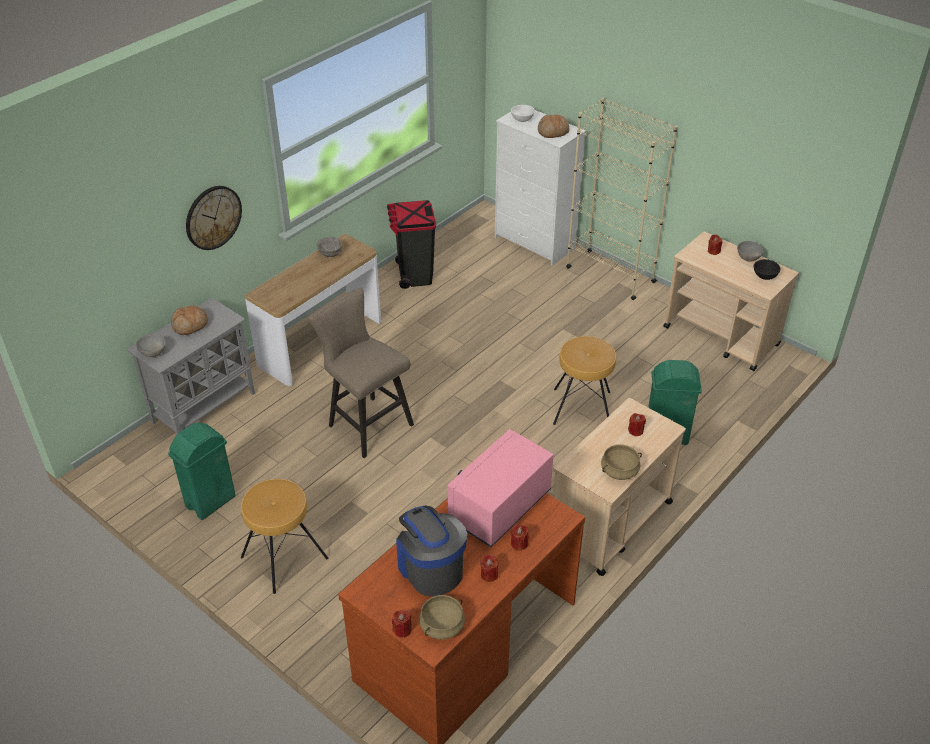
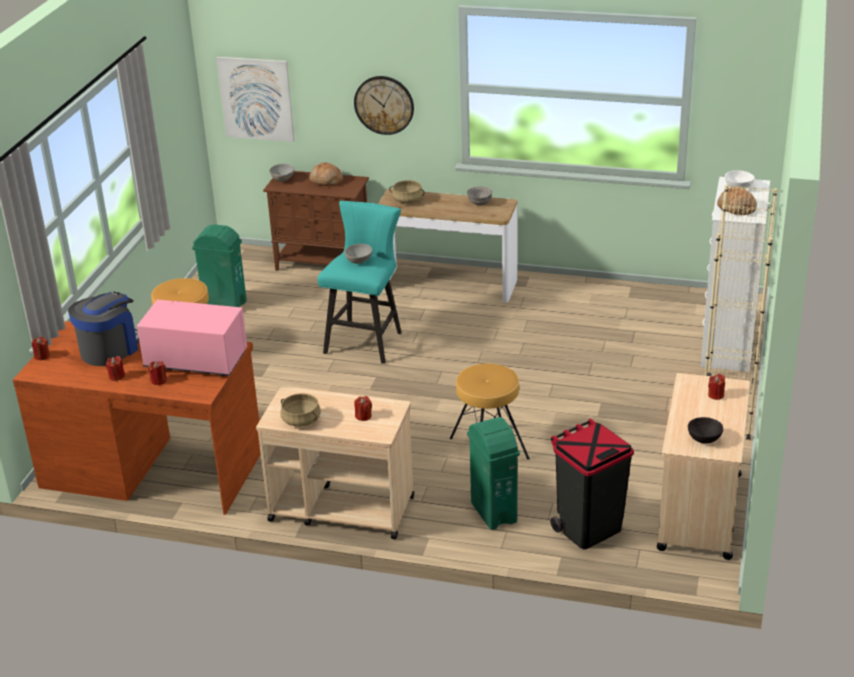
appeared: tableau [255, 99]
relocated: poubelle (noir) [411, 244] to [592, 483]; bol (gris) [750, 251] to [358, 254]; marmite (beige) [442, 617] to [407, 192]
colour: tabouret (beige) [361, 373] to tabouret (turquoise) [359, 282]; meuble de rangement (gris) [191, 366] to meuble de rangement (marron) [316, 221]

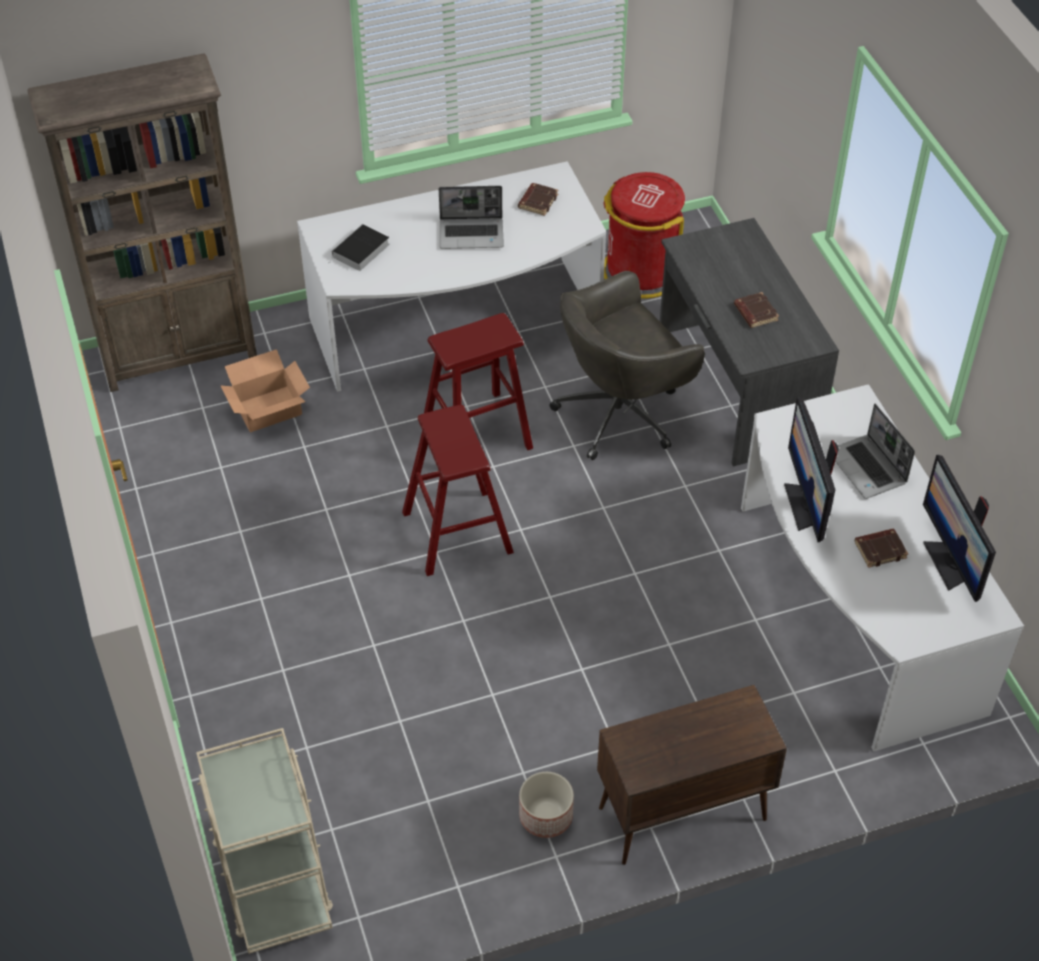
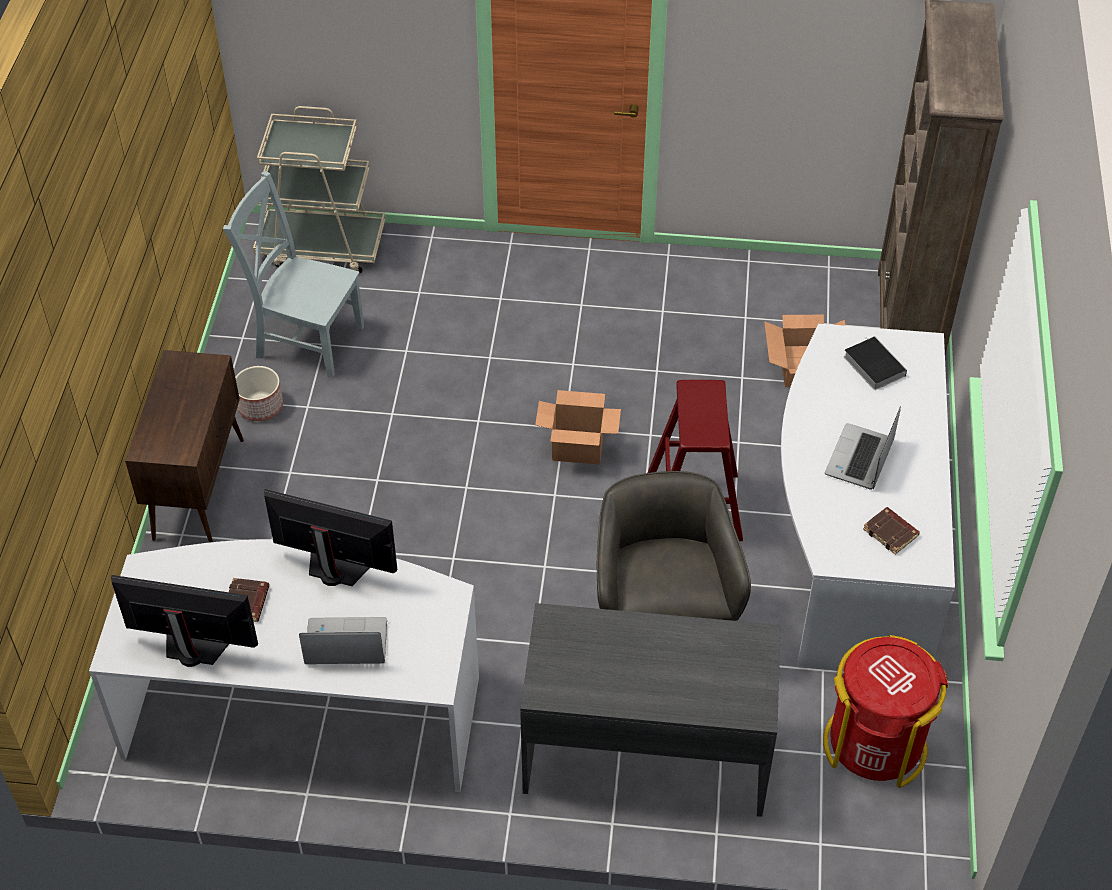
missing: livre (marron) [756, 310]
appeared: chaise (gris) [293, 274]
exchanged: tabouret (rouge) [458, 490] to carton [578, 427]

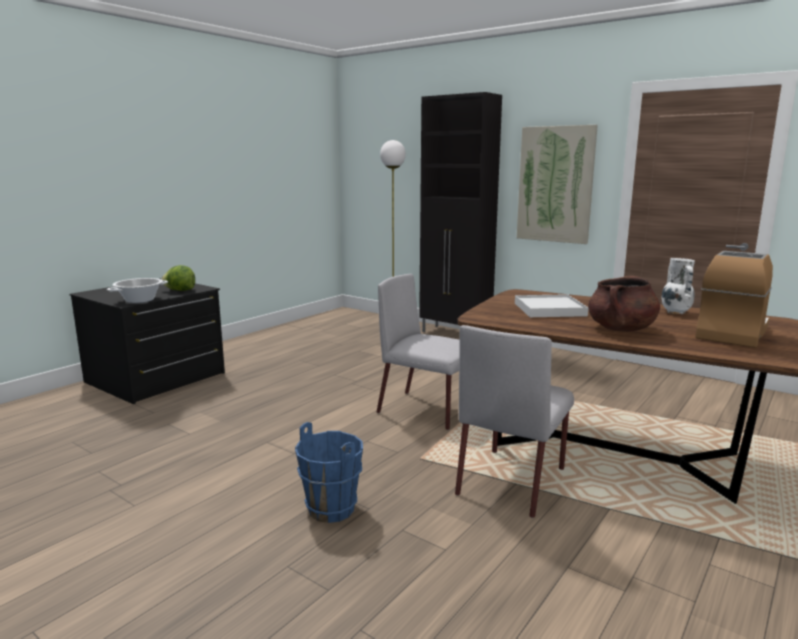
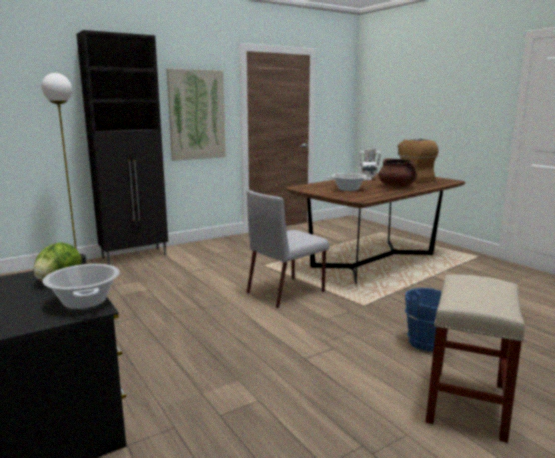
missing: chaise (gris) [514, 421]
appeared: tabouret (beige) [475, 359]
exchanged: plateau (blanc) [551, 305] to marmite [349, 182]

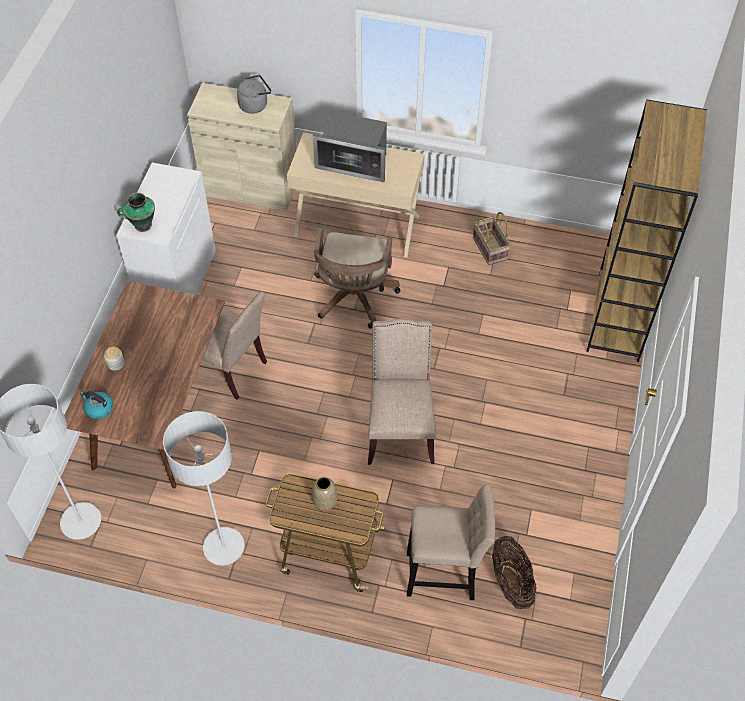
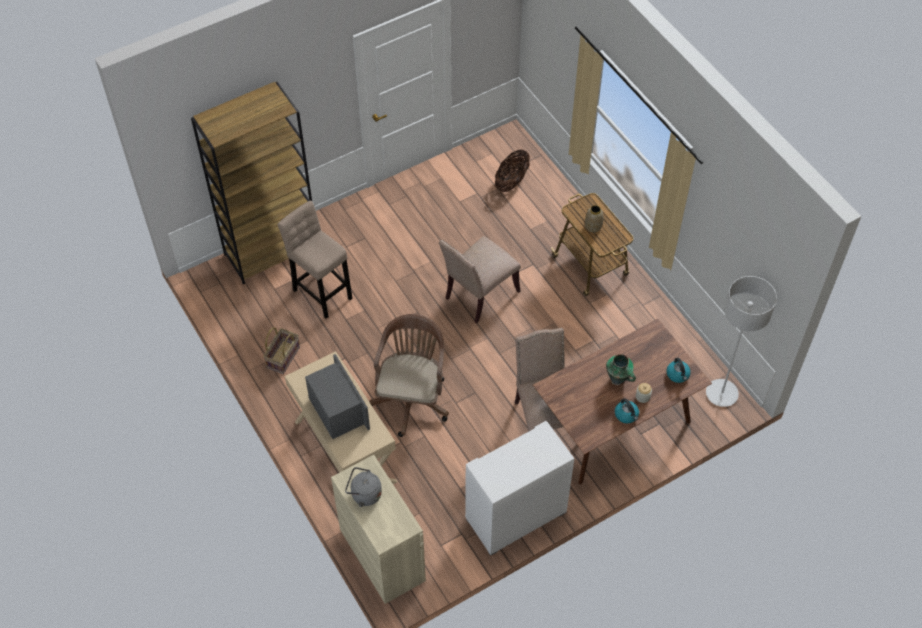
missing: lampadaire (gris) [203, 488]
appeared: bouilloire [627, 411]
relocated: vase [136, 212] to [621, 369]; tabouret (beige) [451, 542] to [315, 260]
spun: chaise de bureau (marron) [357, 278] = [409, 375] 45 degrees counterclockwise

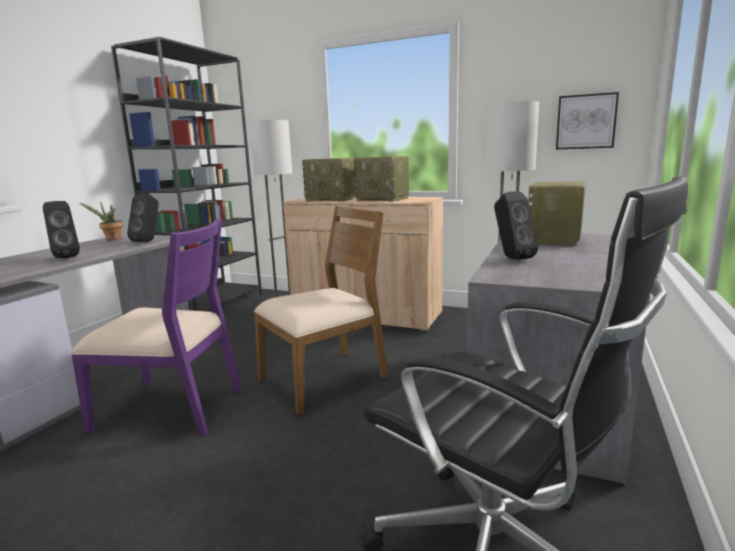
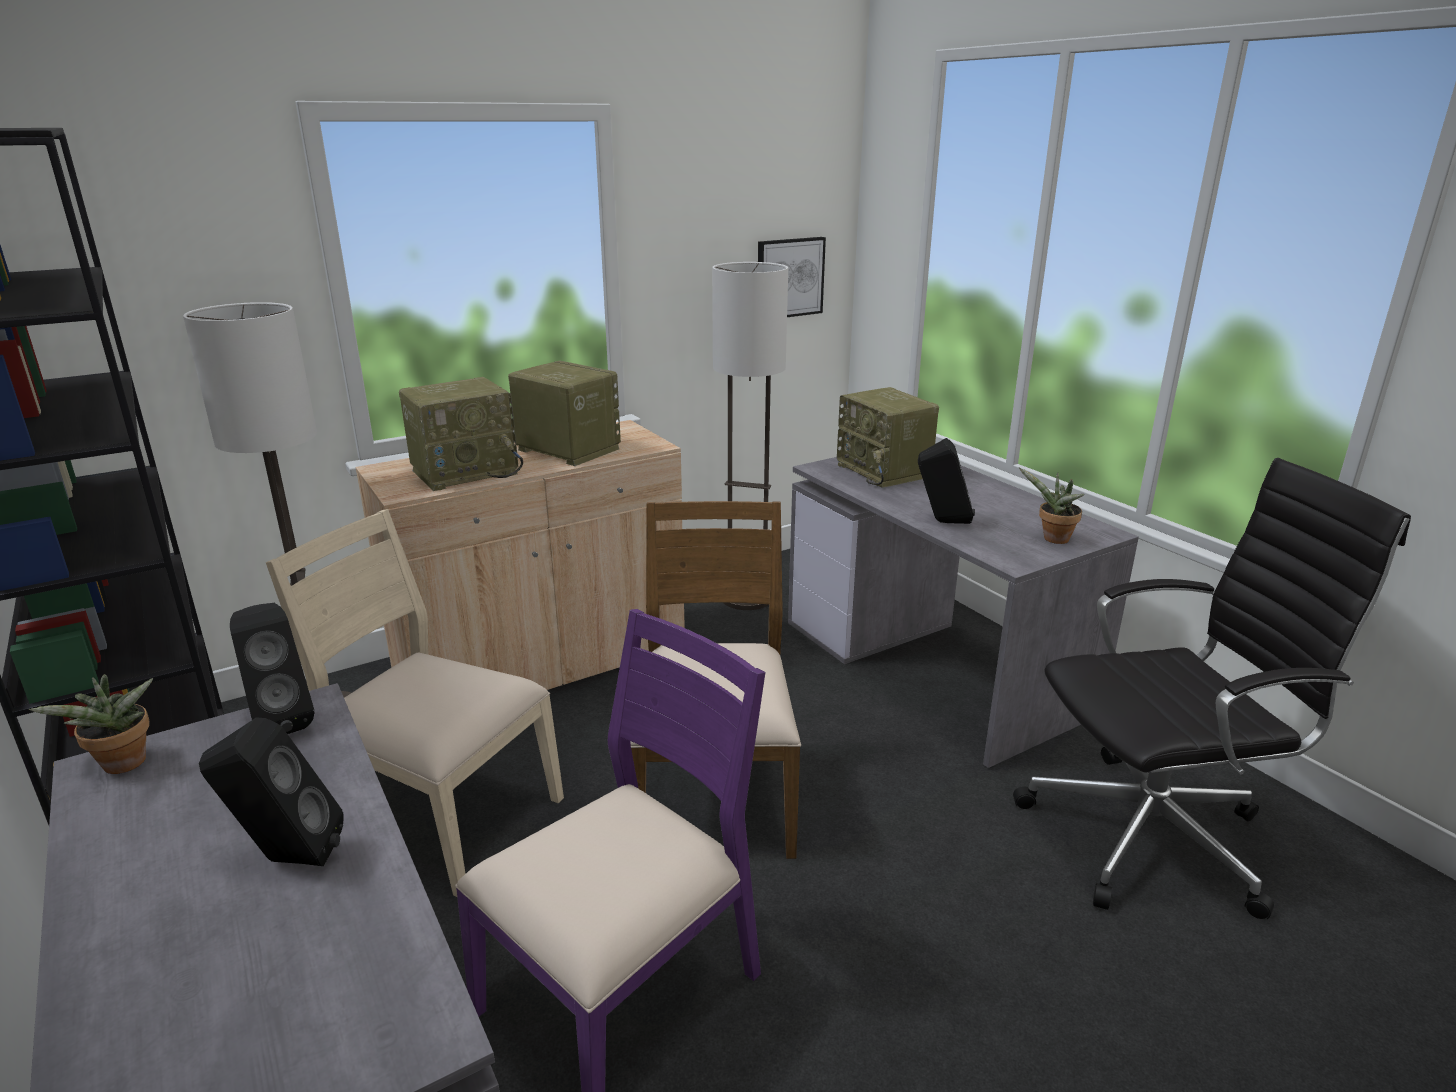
appeared: plante en pot [1051, 506]; chaise (beige) [415, 703]
spun: radio [381, 179] = [564, 413] 120 degrees counterclockwise

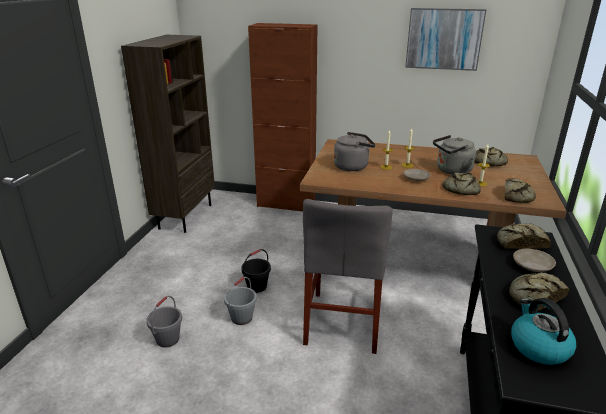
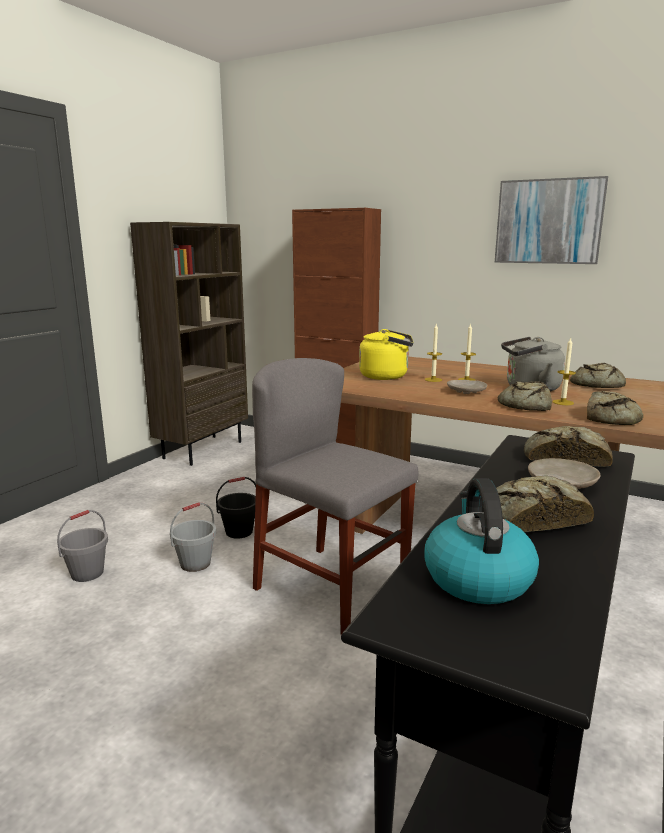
colour: bouilloire (gris) [355, 151] to bouilloire (jaune) [386, 354]
spun: chaise (gris) [348, 276] = [335, 496] 105 degrees clockwise

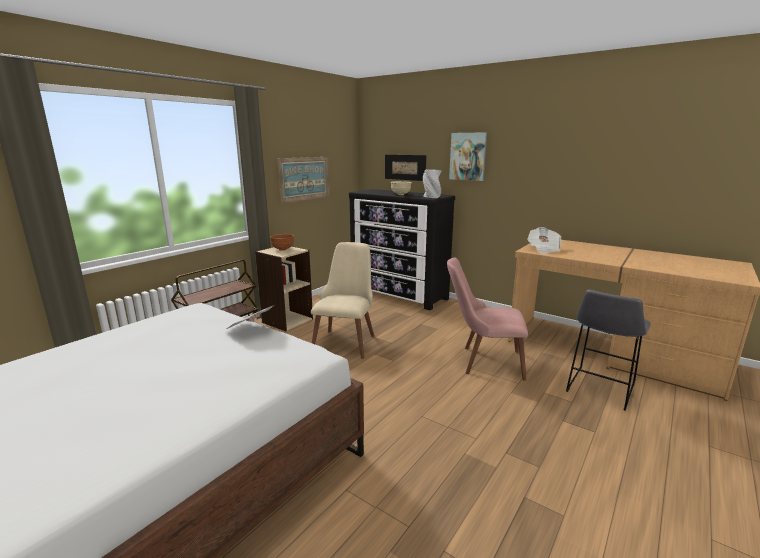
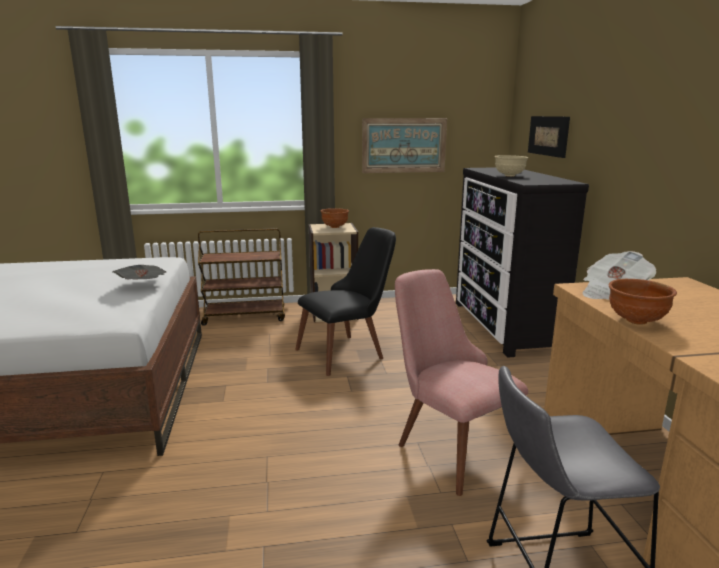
missing: tableau [468, 156]; vase (gris) [432, 184]
appeared: bol (marron) [643, 302]
colour: chaise (beige) [342, 300] to chaise (noir) [345, 301]

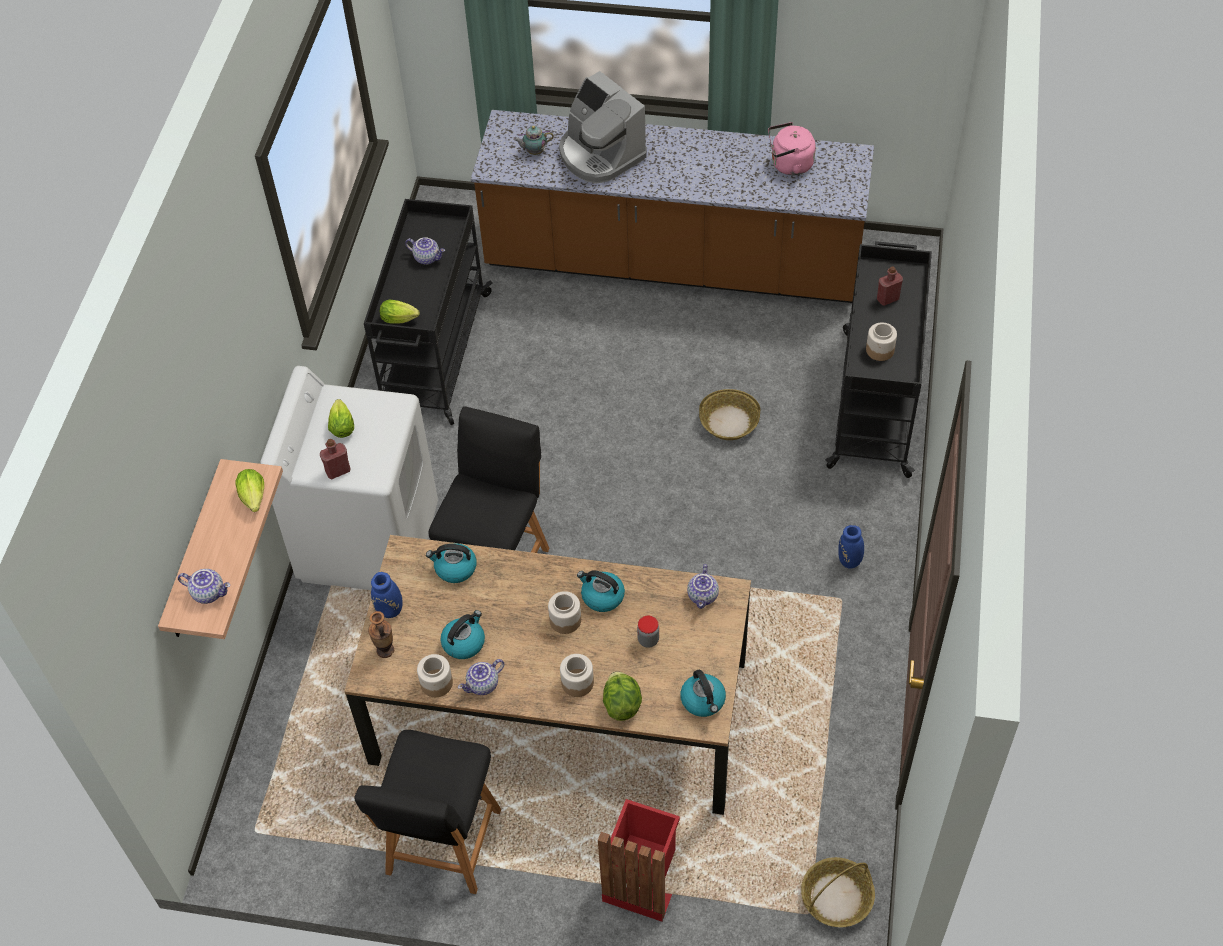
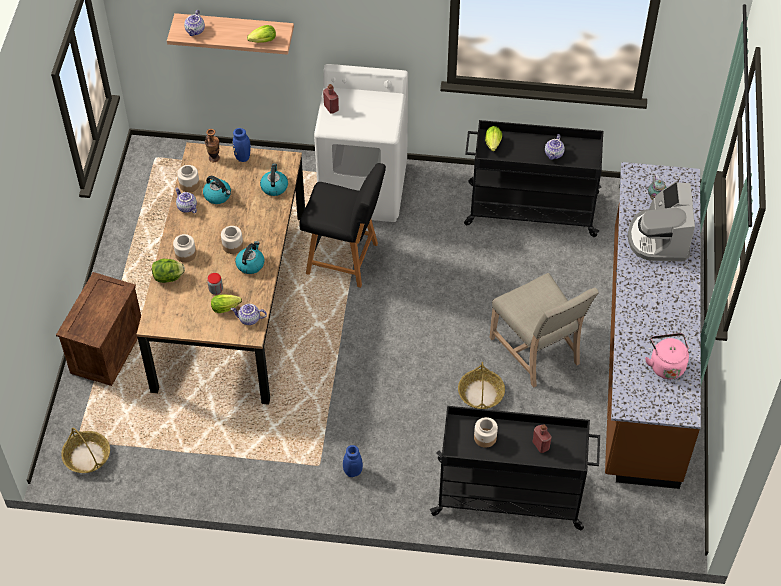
missing: bouilloire [703, 693]; chaise (noir) [427, 812]
appeared: chaise (beige) [544, 330]
relocated: laitue [341, 418] to [226, 303]
exchanged: poubelle (rouge) [639, 860] to caisse [98, 329]
spun: machine à café [603, 127] = [661, 222] 45 degrees counterclockwise

